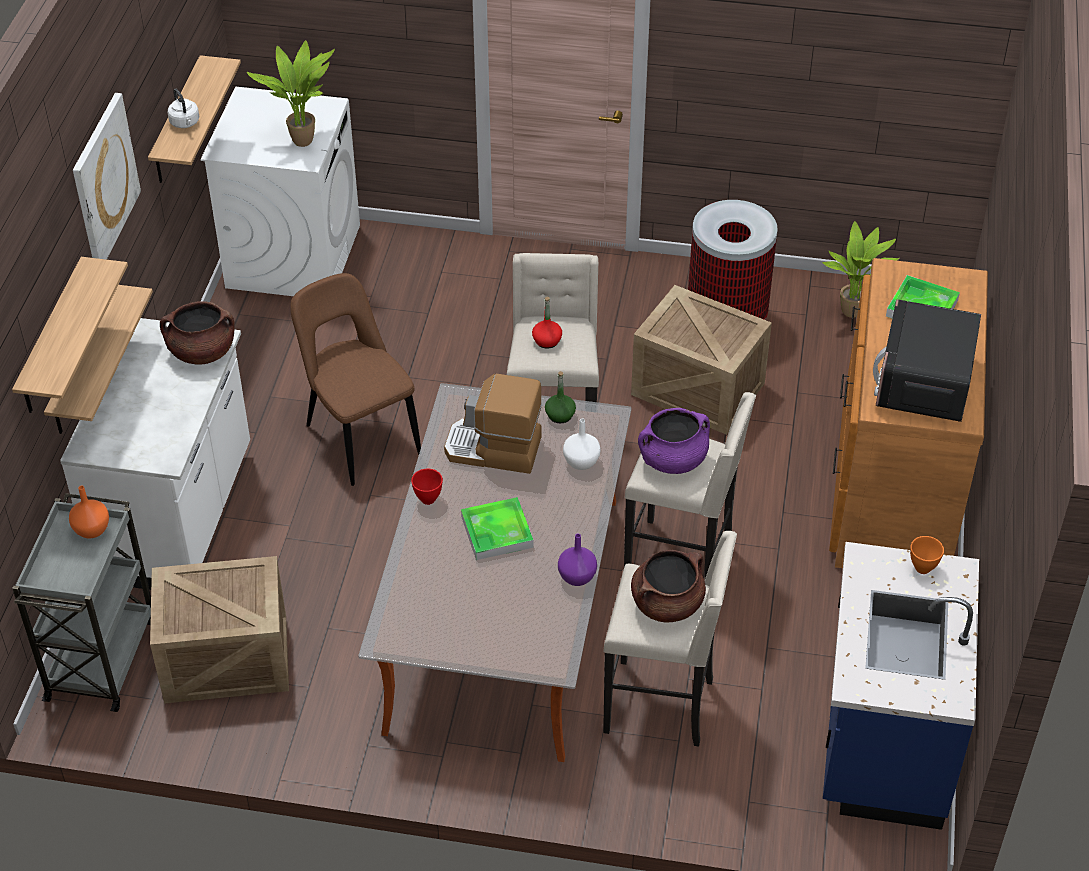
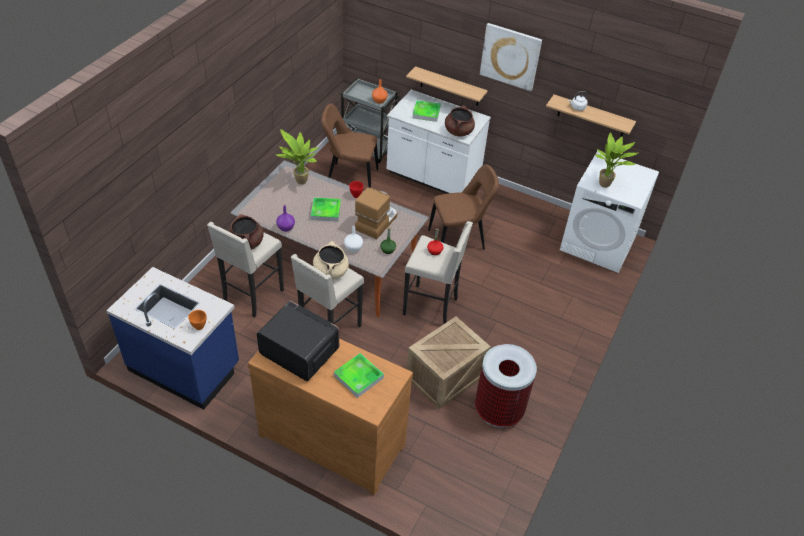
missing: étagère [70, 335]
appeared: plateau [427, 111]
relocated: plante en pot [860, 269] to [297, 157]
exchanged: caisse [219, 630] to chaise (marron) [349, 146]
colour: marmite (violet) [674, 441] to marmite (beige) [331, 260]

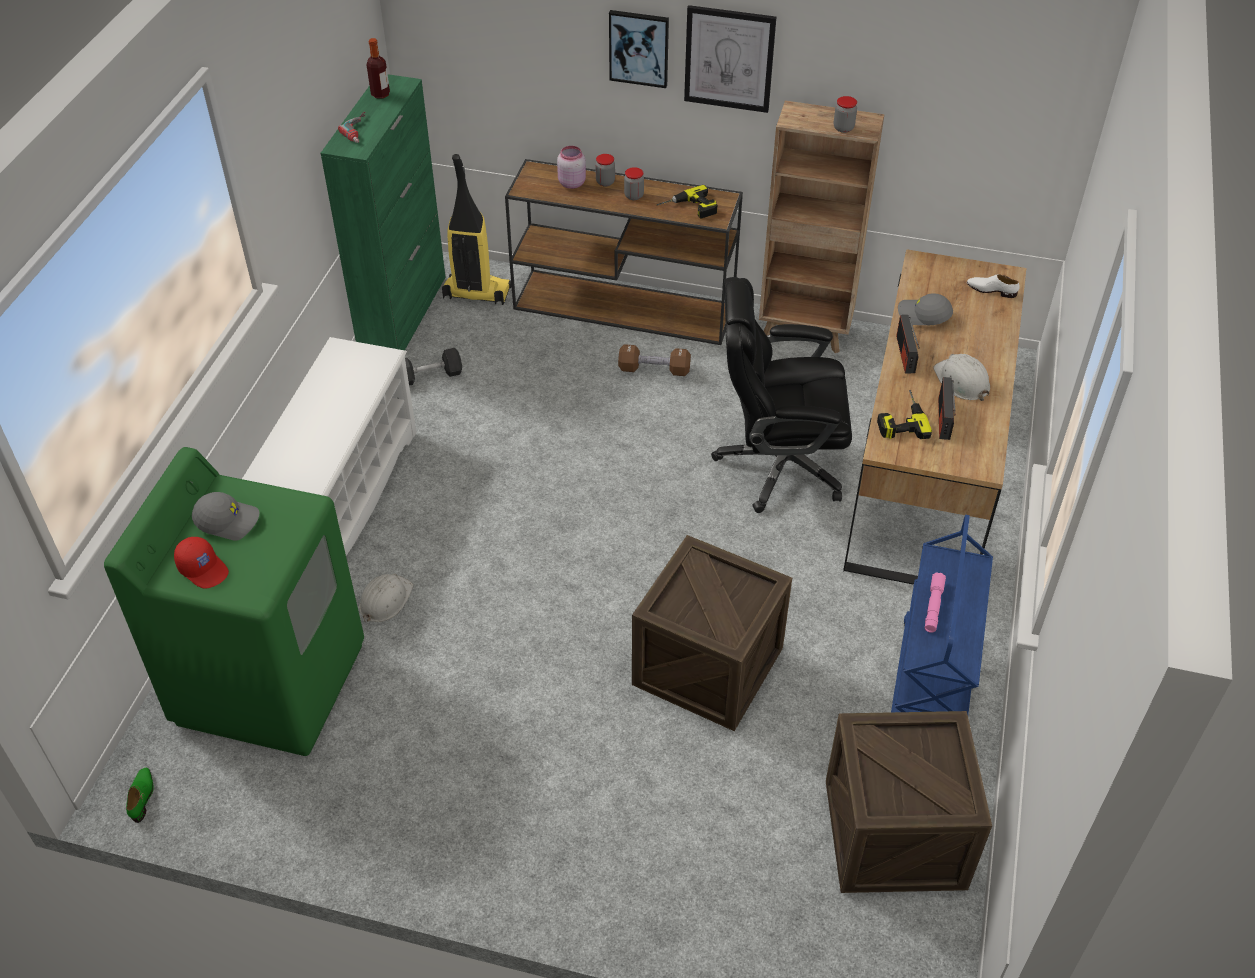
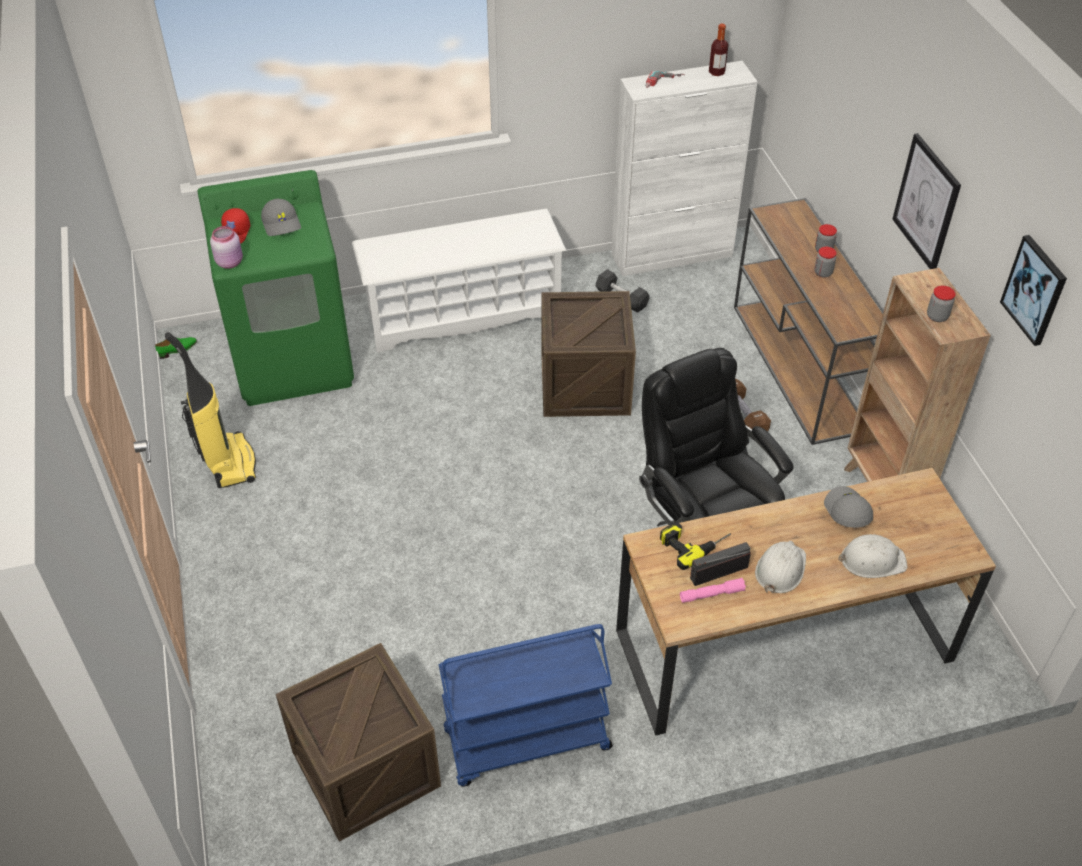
missing: perceuse [687, 202]; chaussure (blanc) [993, 286]; radio [908, 344]
relocated: tableau [639, 49] to [1033, 290]; bocal (rose) [571, 167] to [226, 247]; aspirateur [477, 229] to [210, 410]; caisse [712, 633] to [588, 354]; lampe de poche (rose) [935, 602] to [713, 590]; casque de chantier (blanc) [386, 598] to [872, 556]
colour: meuble de rangement (vert) [383, 212] to meuble de rangement (blanc) [684, 168]

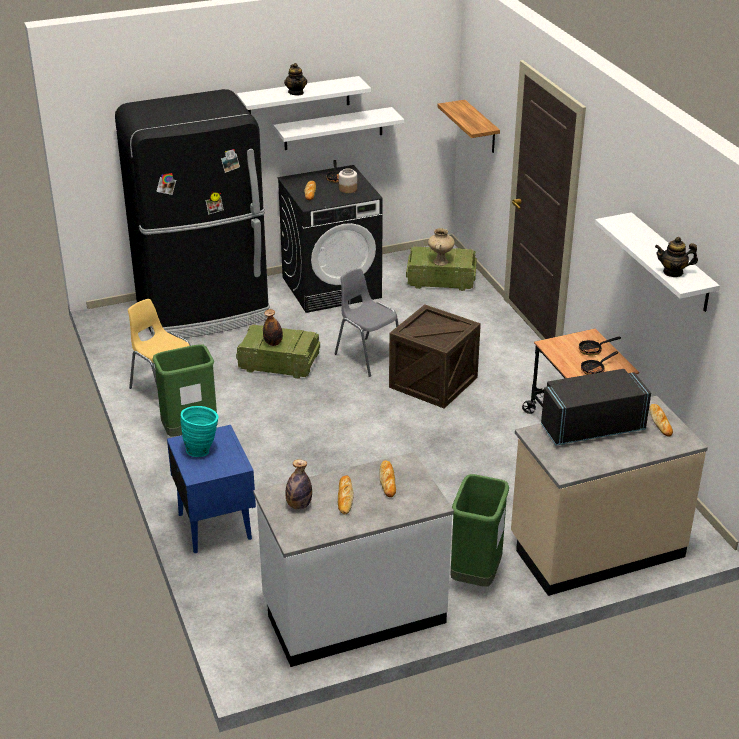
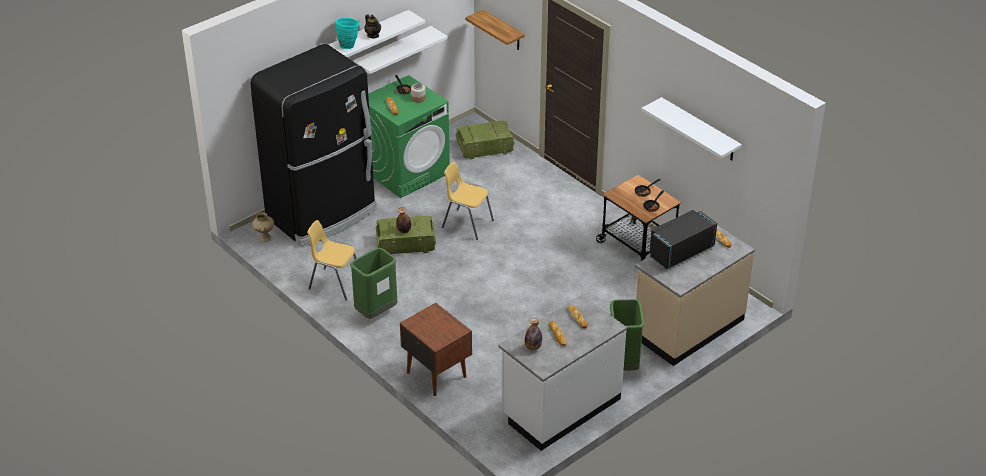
missing: théière [676, 257]; caisse [435, 357]
relocated: vase (beige) [441, 247] to [263, 227]; vase (turquoise) [199, 431] to [347, 33]
colour: lave-linge (noir) [330, 239] to lave-linge (vert) [409, 136]; chaise (gris) [366, 322] to chaise (jaune) [468, 201]; table de chevet (bleu) [211, 489] to table de chevet (marron) [436, 349]

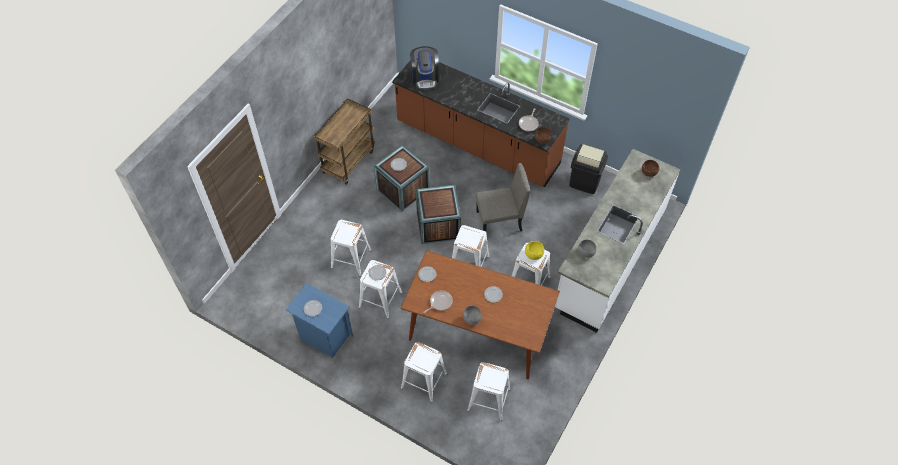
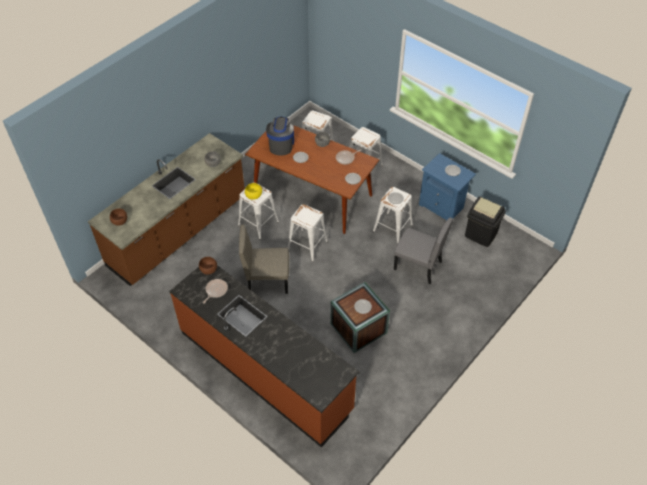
missing: chariot (marron) [344, 141]; caisse [438, 214]
relocated: machine à café [424, 68] to [280, 136]; poubelle (noir) [588, 169] to [485, 221]
exchanged: tabouret (blanc) [351, 248] to chaise (gris) [423, 251]
colour: comptoir de cuisine (blanc) [618, 241] to comptoir de cuisine (marron) [166, 209]

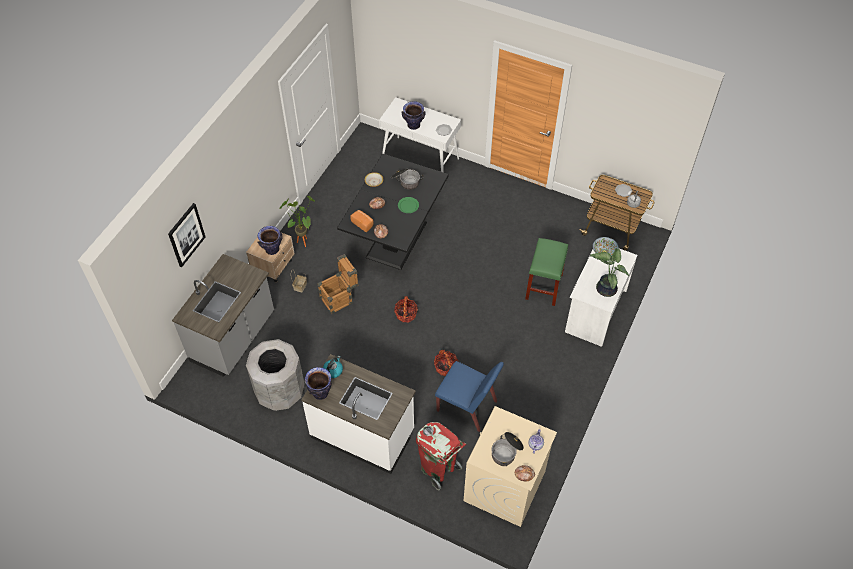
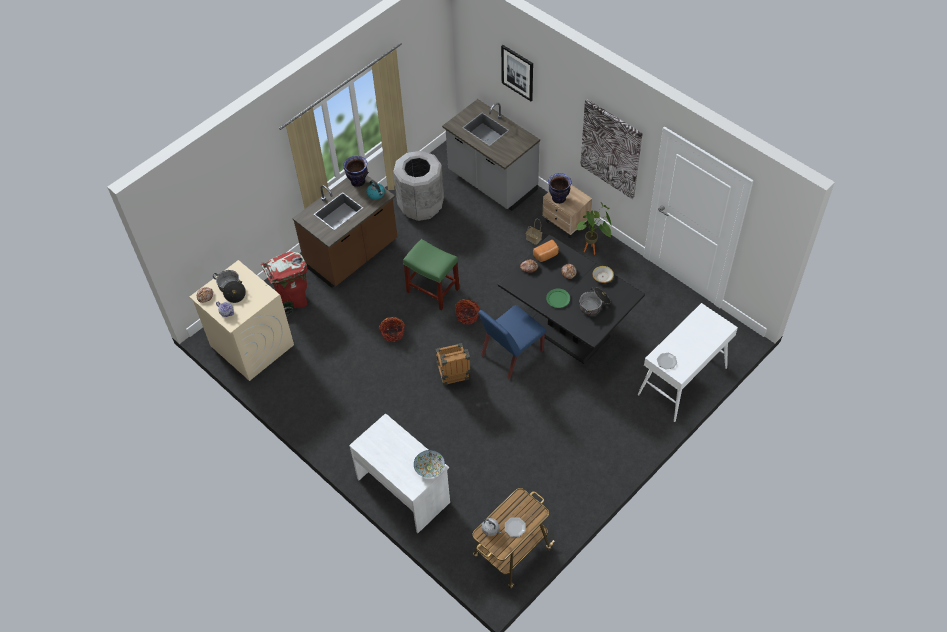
missing: vase [414, 115]; plante en pot [609, 272]
appeared: tableau [611, 149]
relocated: tabouret (vert) [546, 272] to [431, 274]; caisse [337, 284] to [453, 364]; chaise (bleu) [469, 396] to [512, 342]
colour: comptoir de cuisine (blanc) [358, 414] to comptoir de cuisine (marron) [345, 232]

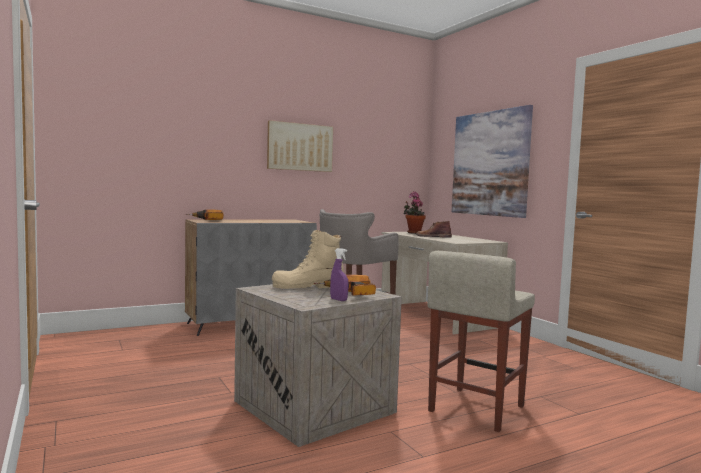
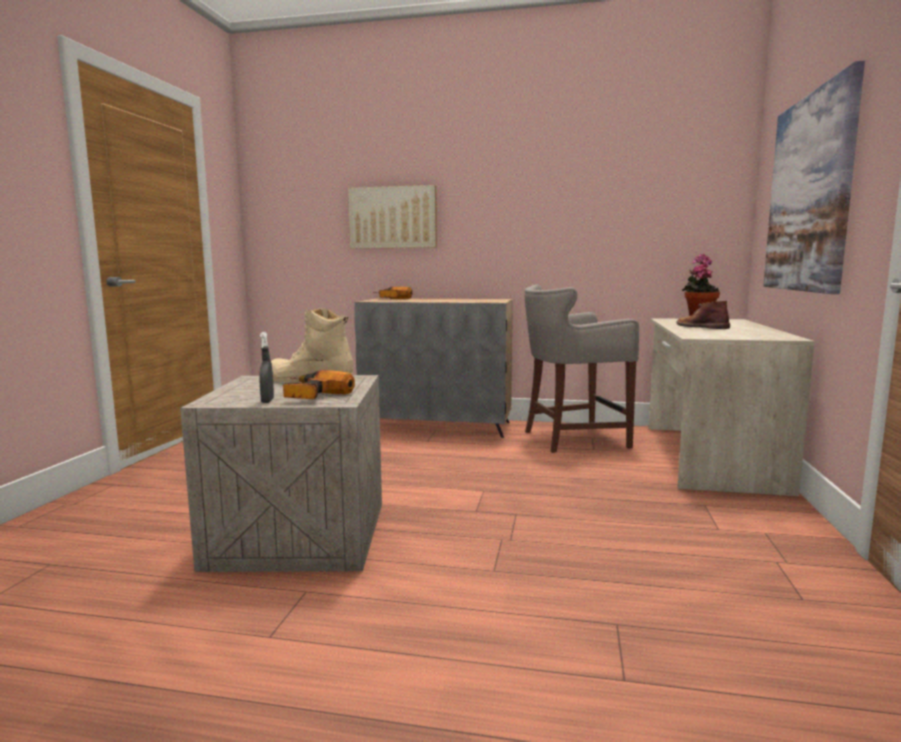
missing: tabouret (beige) [481, 341]
relocated: tableau [300, 146] to [392, 217]
colour: vaporisateur (violet) [339, 274] to vaporisateur (gris) [266, 367]

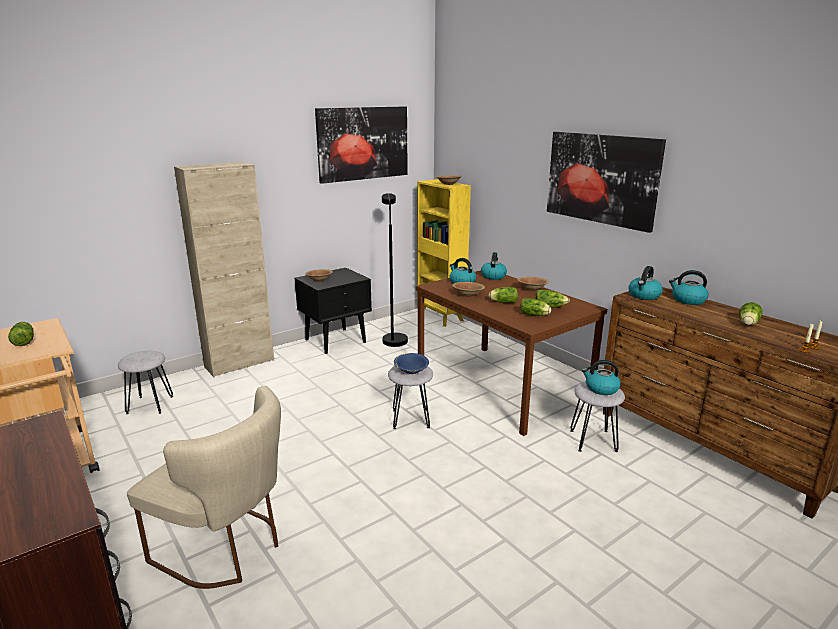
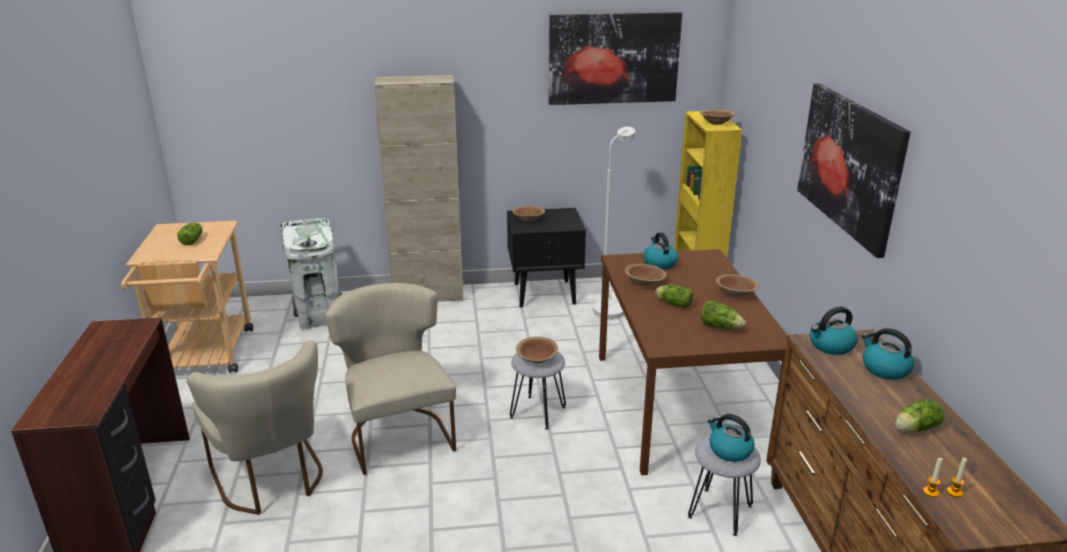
missing: bouilloire [494, 266]; laitue [535, 307]
appeared: chaise (beige) [390, 379]
exchanged: tabouret (gris) [145, 382] to poubelle (blanc) [311, 274]
colour: lampadaire (noir) [395, 270] to lampadaire (blanc) [614, 223]; bol (bleu) [411, 363] to bol (marron) [537, 349]

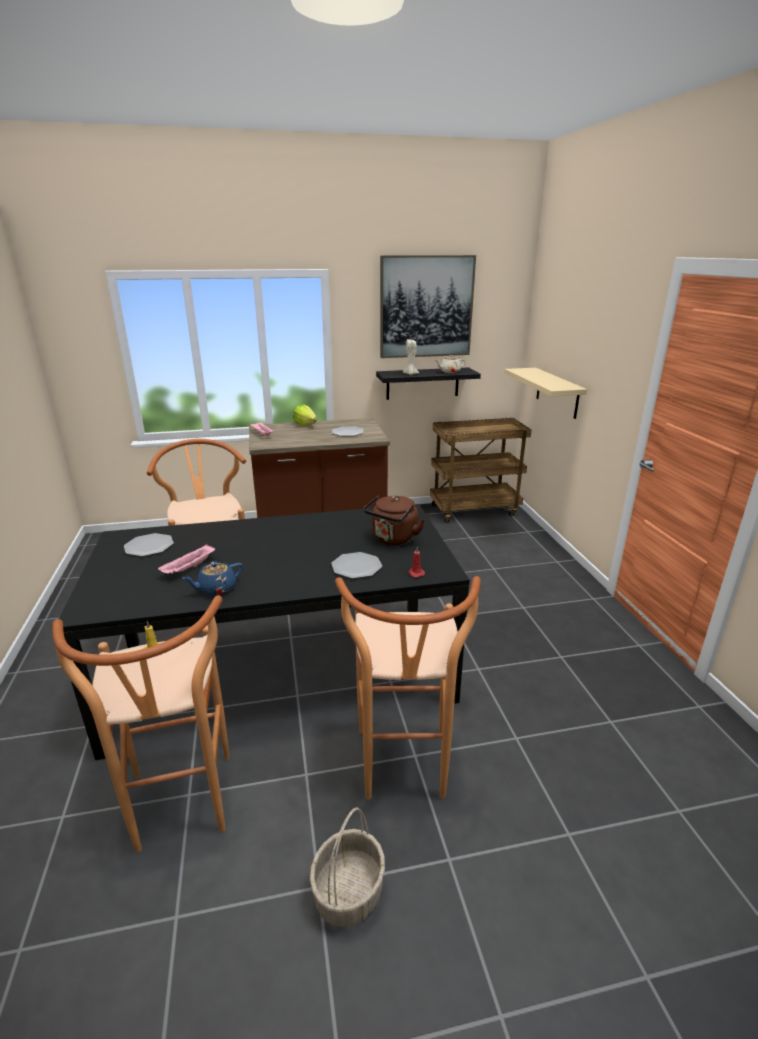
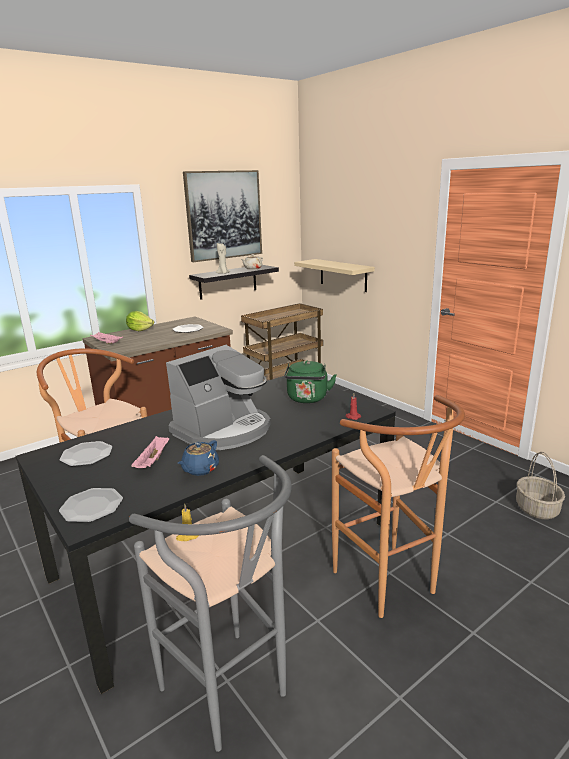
appeared: machine à café [218, 397]
relocated: assiette [356, 565] to [91, 505]; panier [347, 867] to [540, 486]
colour: bouilloire (marron) [394, 520] to bouilloire (vert) [310, 381]; tabouret (marron) [141, 724] to tabouret (gris) [210, 603]

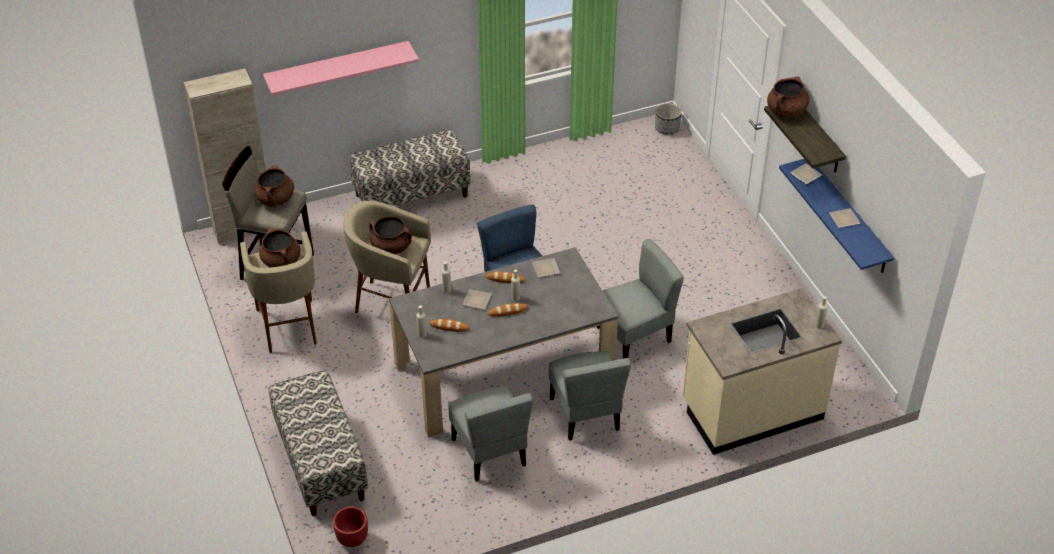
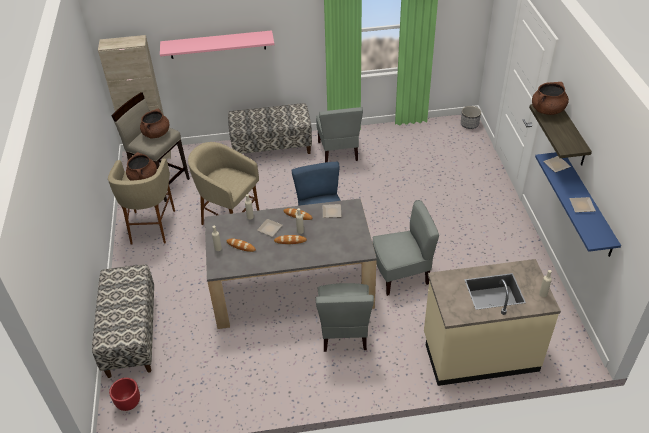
missing: marmite (marron) [390, 235]
relocated: chaise (gris) [491, 433] to [339, 135]

